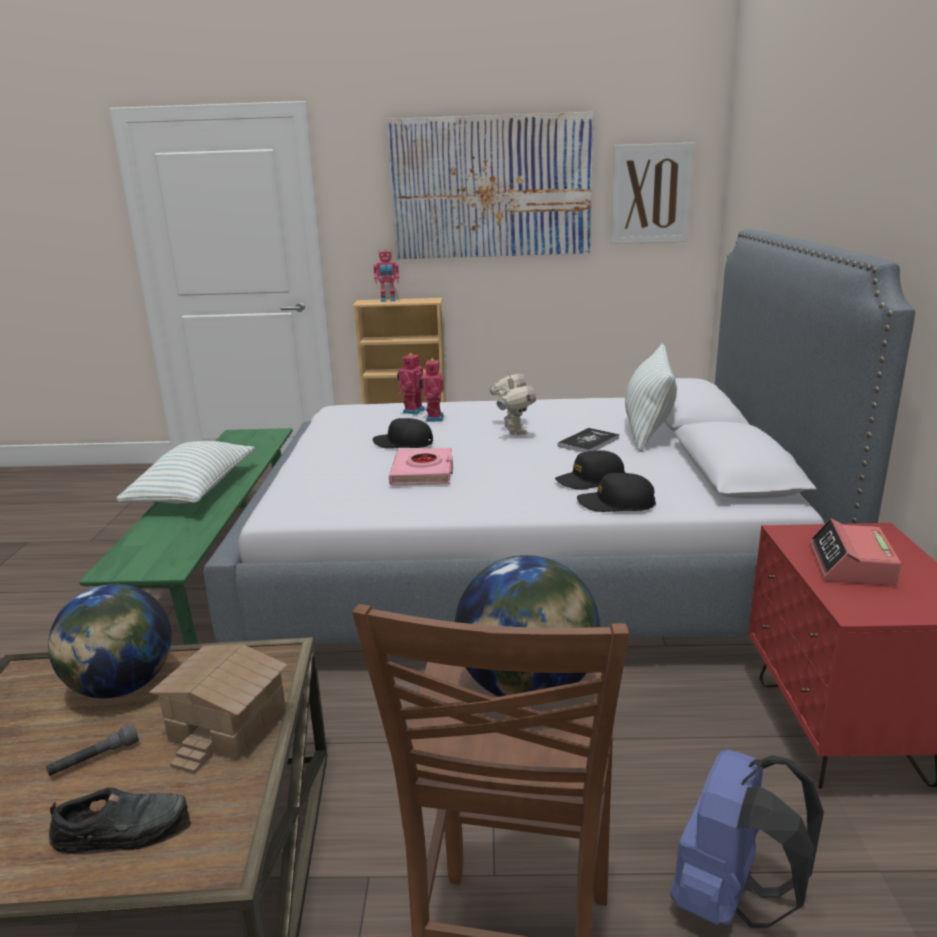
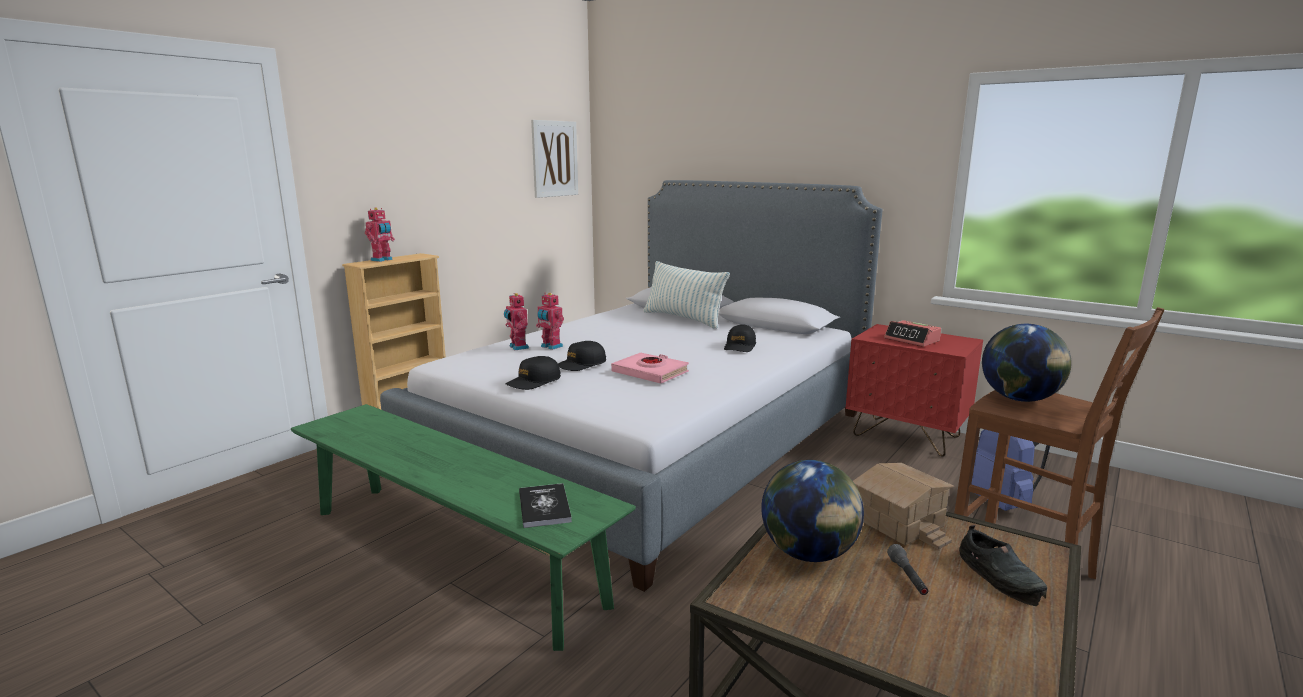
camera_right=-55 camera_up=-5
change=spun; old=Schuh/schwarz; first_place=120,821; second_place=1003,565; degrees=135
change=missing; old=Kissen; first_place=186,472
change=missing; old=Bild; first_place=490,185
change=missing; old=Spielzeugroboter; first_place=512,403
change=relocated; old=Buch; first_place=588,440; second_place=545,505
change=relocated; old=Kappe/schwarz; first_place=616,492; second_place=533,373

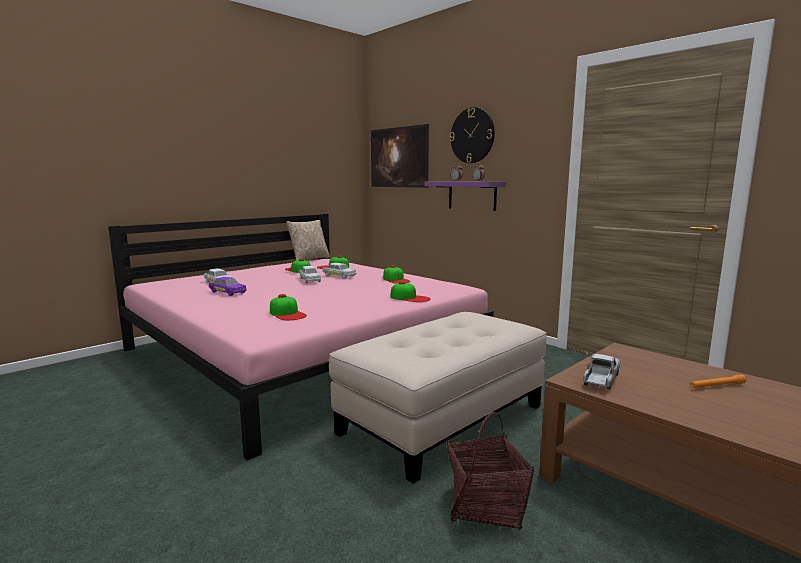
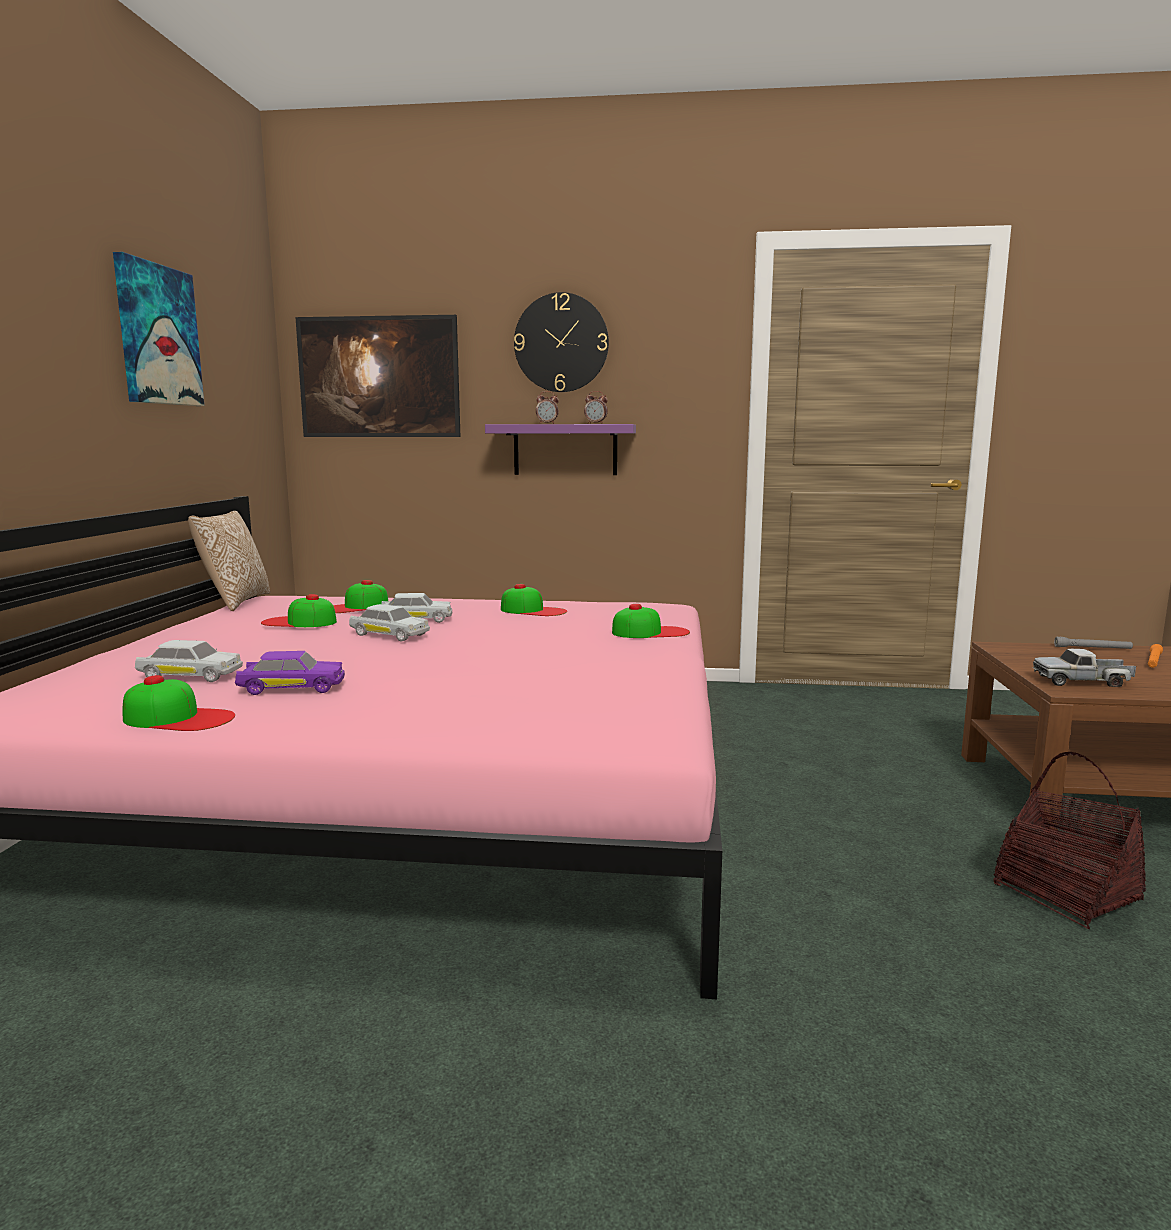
camera_right=-40 camera_up=0
change=relocated; old=Kappe; first_place=288,307; second_place=178,703
change=missing; old=Polsterhocker/beige; first_place=437,398
change=spun; old=Spielzeuglaster; first_place=601,372; second_place=1084,668; degrees=-75
change=appeared; new=Bild; second_place=158,329
change=appeared; new=Taschenlampe/grau; second_place=1093,643

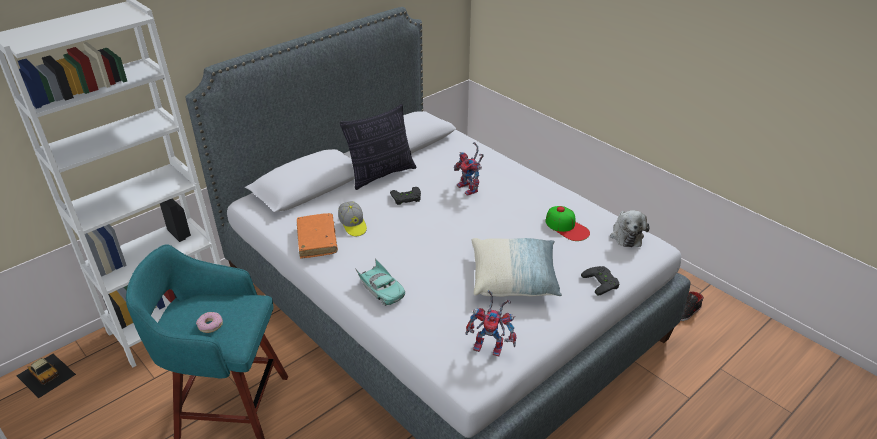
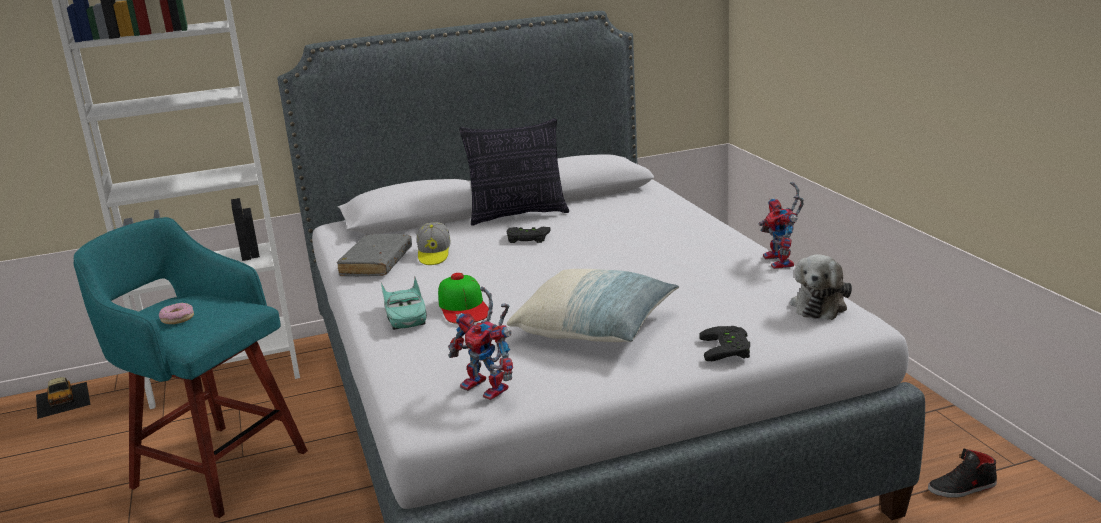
camera_right=25 camera_up=-15
change=colour; old=Buch/orange; new=Buch/grau; first_place=317,236; second_place=374,255
change=relocated; old=Spielzeugroboter; first_place=469,169; second_place=781,225
change=relocated; old=Kappe; first_place=568,223; second_place=463,298

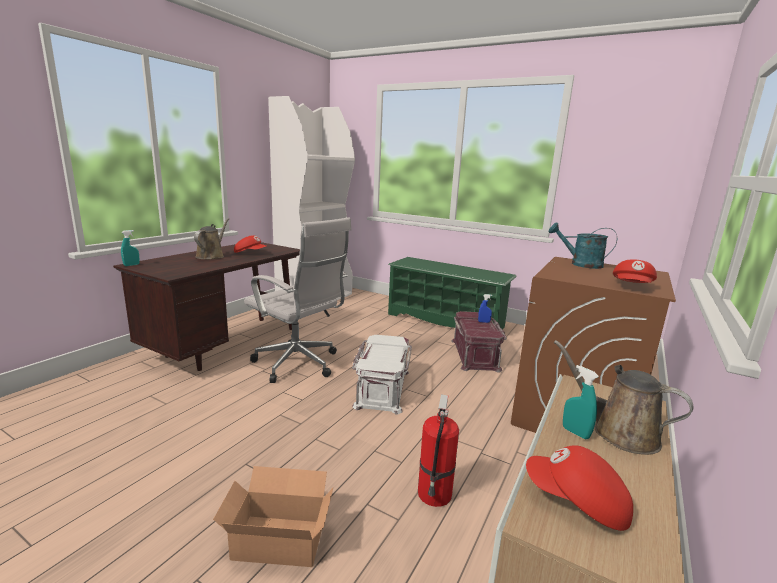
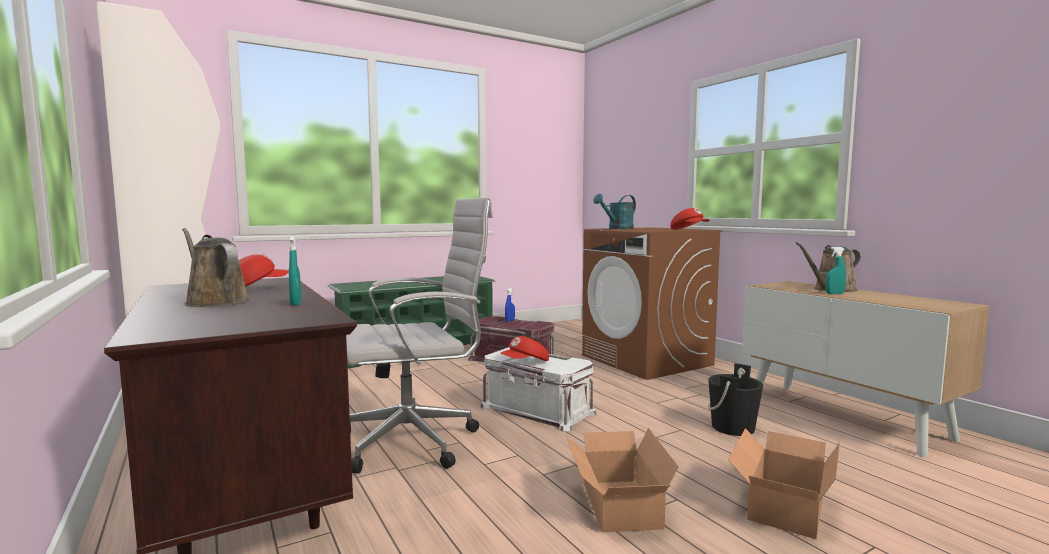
camera_right=-60 camera_up=-10
change=relocated; old=Sprühflasche/türkis; first_place=130,248; second_place=295,270
change=exchanged; old=Feuerlöscher; new=Eimer/schwarz; first_place=438,450; second_place=735,399
change=relocated; old=Kappe/rot; first_place=579,488; second_place=525,348
change=appeared; new=Karton; second_place=622,480

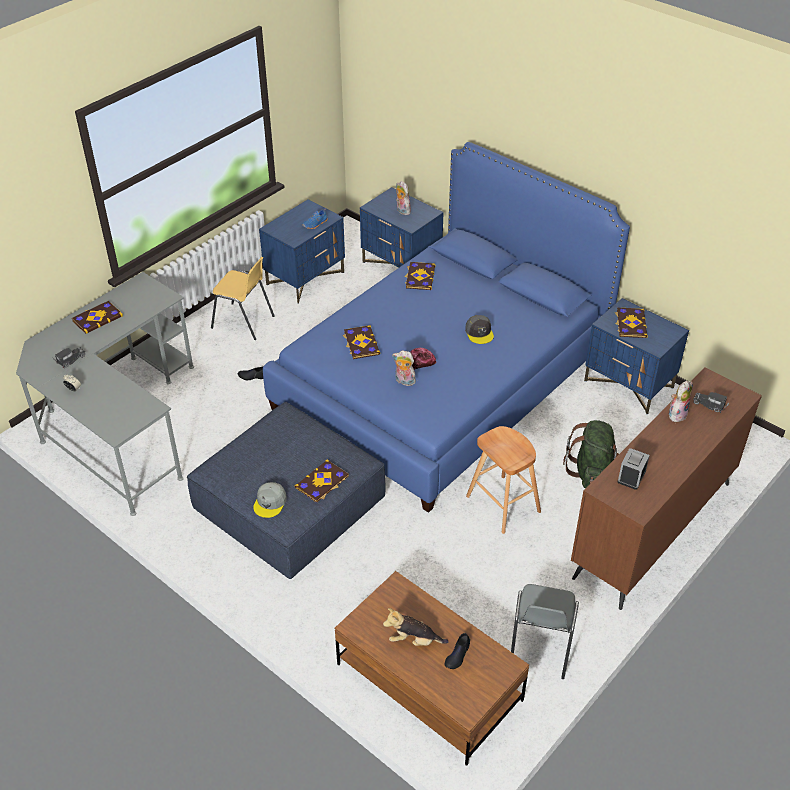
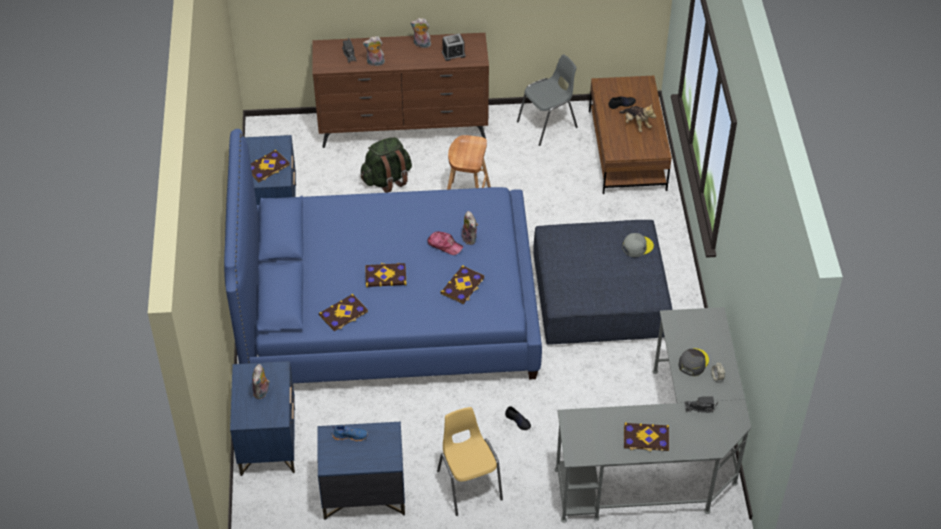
camera_right=-135 camera_up=5
change=relocated; old=Buch; first_place=322,481; second_place=386,275
change=relocated; old=Kappe/grau; first_place=479,329; second_place=693,362
change=appeared; new=Plüschtier; second_place=420,33

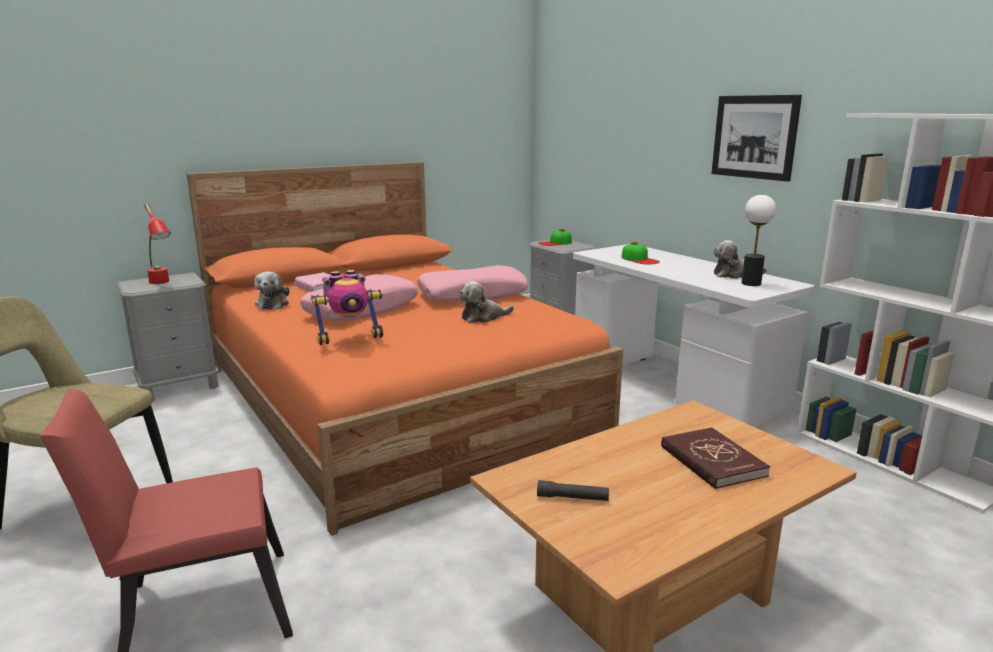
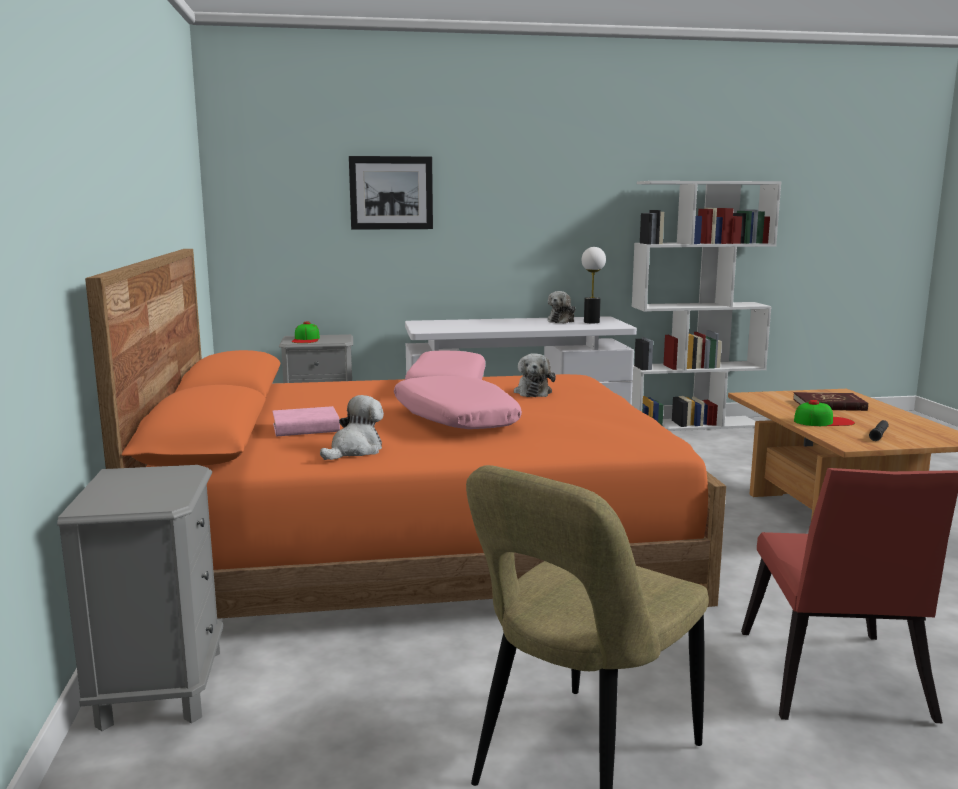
camera_right=-65 camera_up=-5
change=missing; old=Tischlampe/rot; first_place=157,244
change=spun; old=Plüschtier; first_place=271,291; second_place=352,427; degrees=-75
change=missing; old=Spielzeugroboter; first_place=347,307
change=relocated; old=Kappe; first_place=640,253; second_place=824,413
change=relocated; old=Bild; first_place=756,138; second_place=391,193

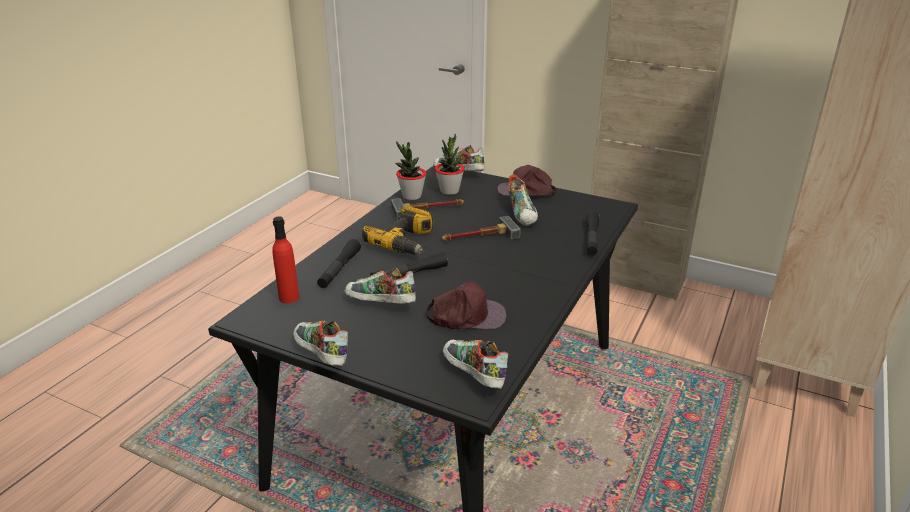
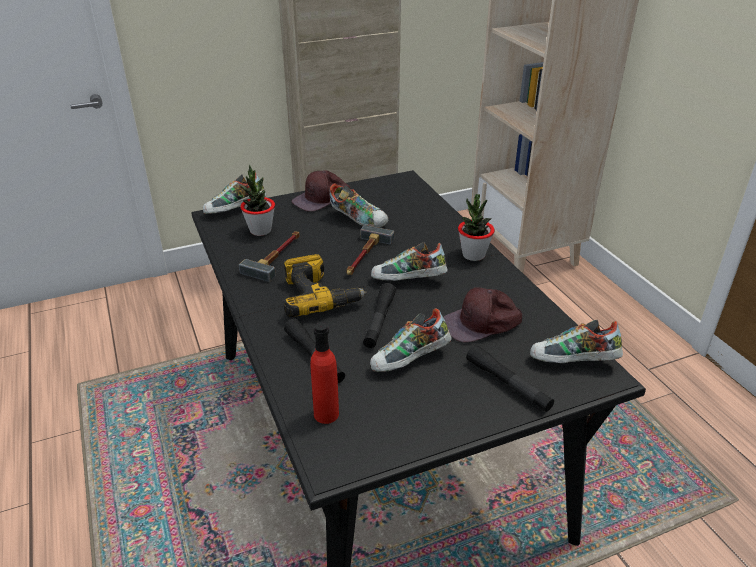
camera_right=-50 camera_up=5
change=relocated; old=Schuh; first_place=320,343; second_place=409,261
change=relocated; old=Topfpflanze; first_place=410,170; second_place=476,227
change=spun; old=Kappe/braun; first_place=466,305; second_place=482,314; degrees=-150
change=relocated; old=Taschenlampe/schwarz; first_place=592,234; second_place=510,378

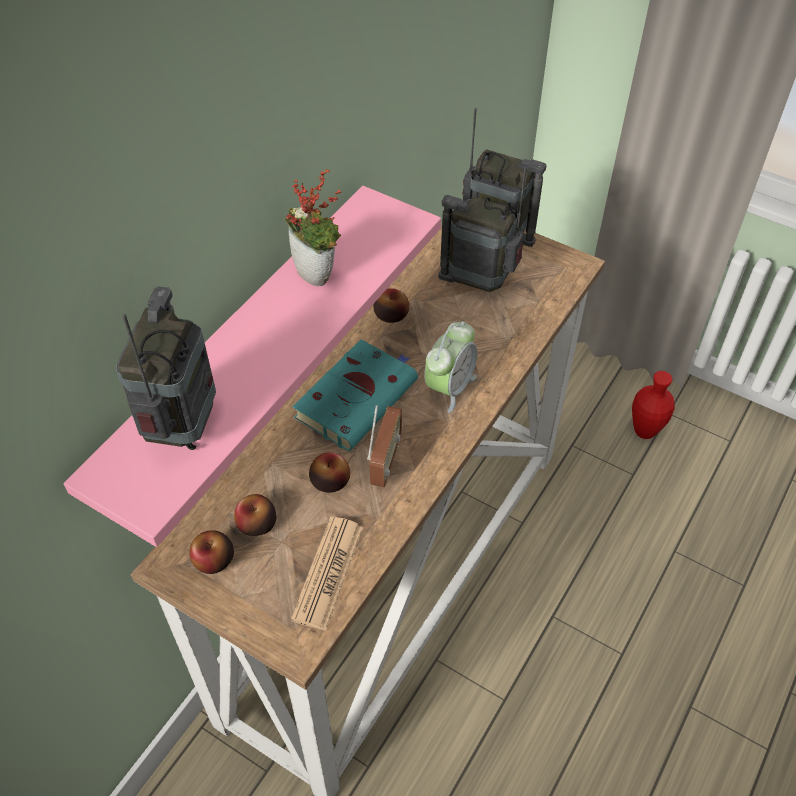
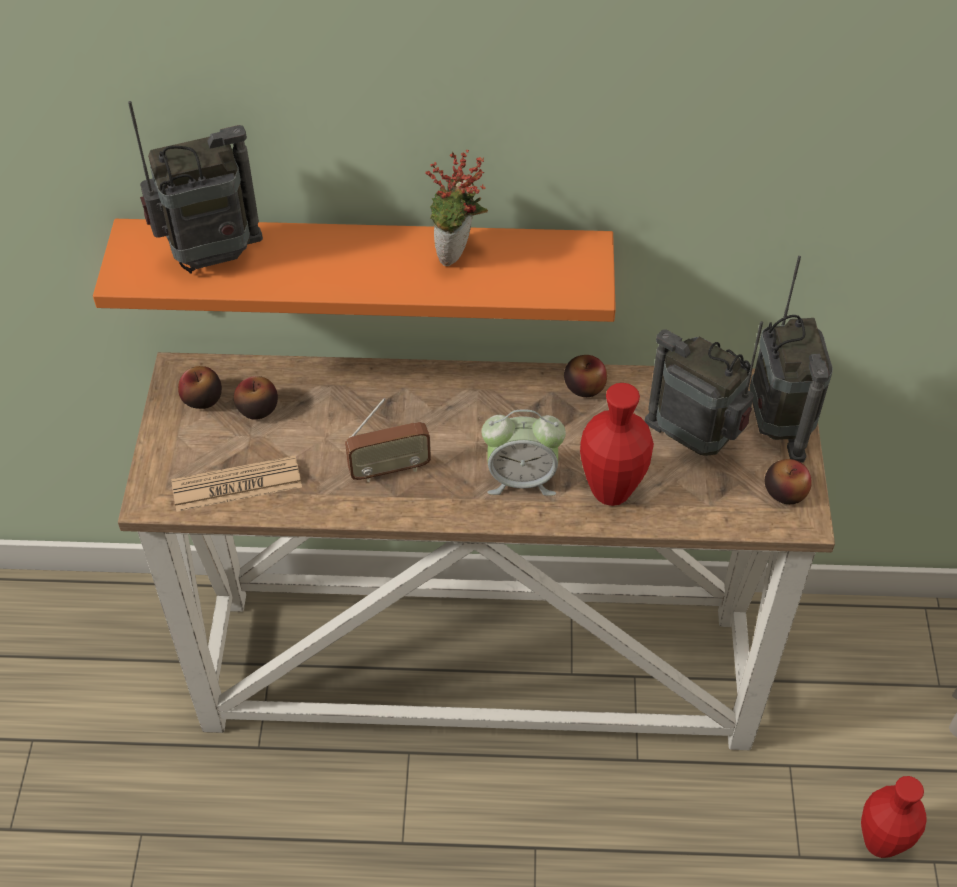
camera_right=60 camera_up=0
change=colour; old=Wandregal/rosa; new=Wandregal/orange; first_place=252,366; second_place=354,270
change=missing; old=Buch/türkis; first_place=355,395
change=relocated; old=Apfel; first_place=329,473; second_place=788,481
change=spun; old=Radio; first_place=482,229; second_place=704,388; degrees=-45
change=appeared; new=Vase/rot; second_place=617,444

